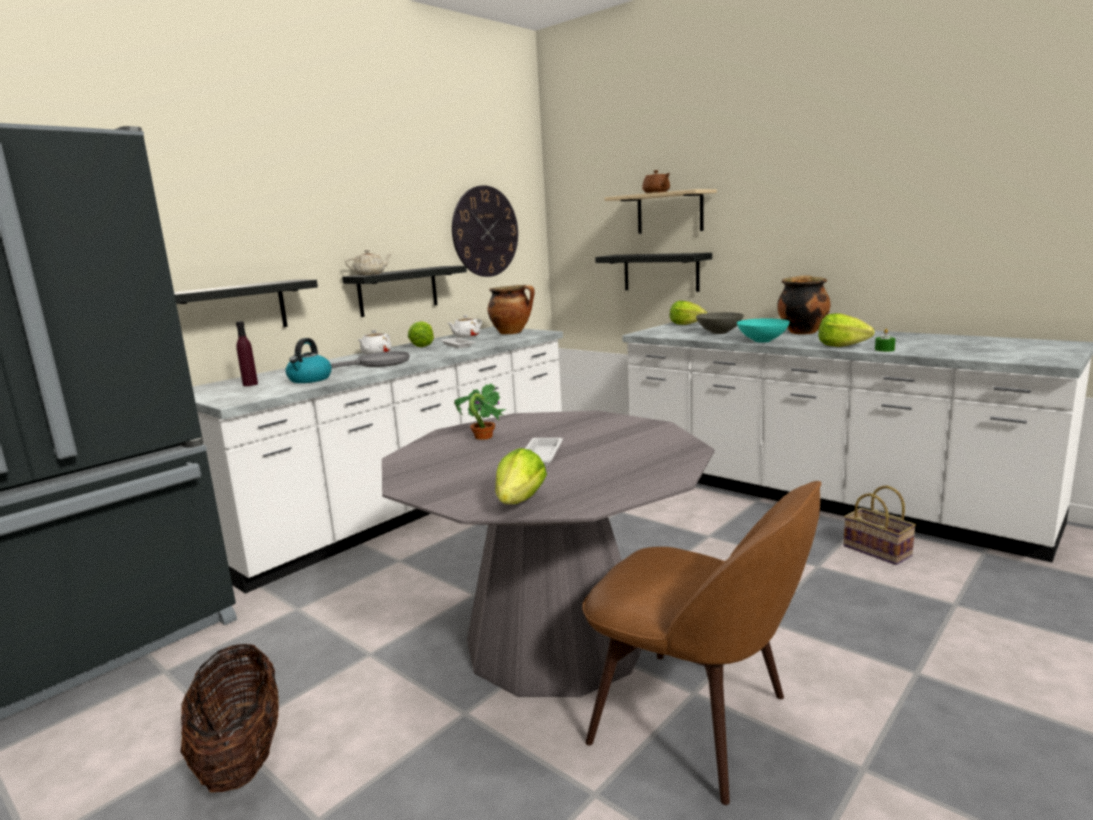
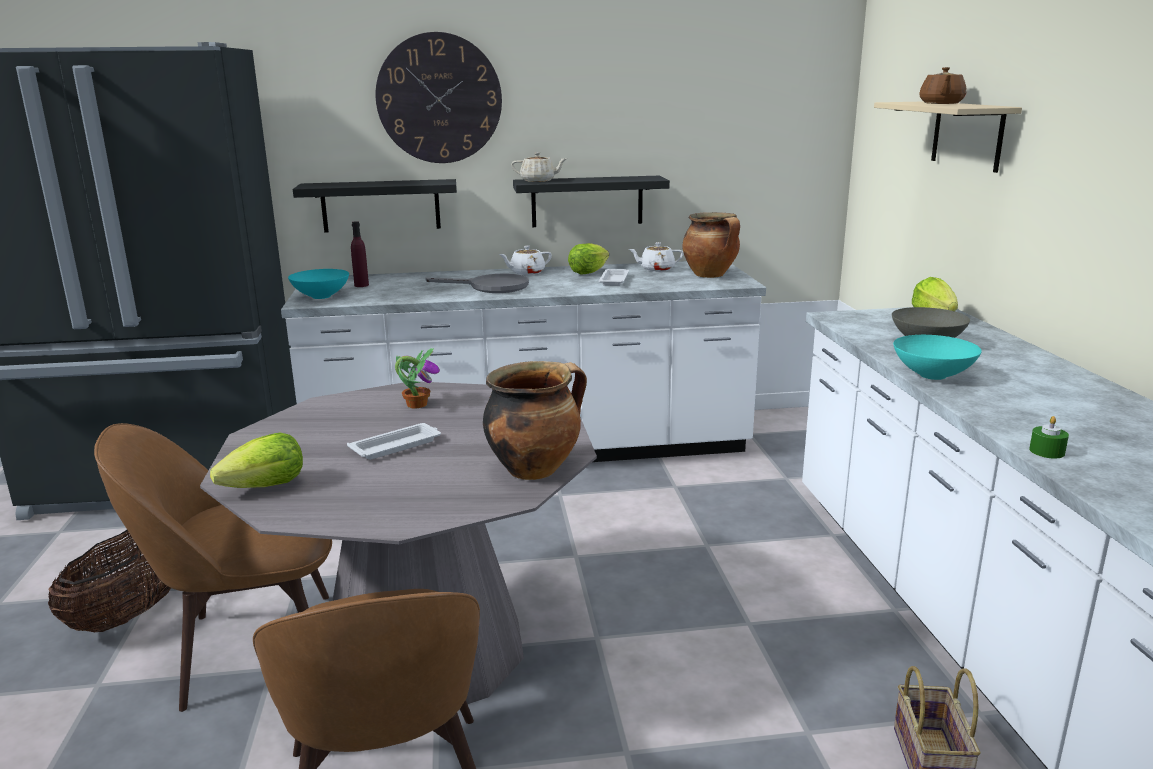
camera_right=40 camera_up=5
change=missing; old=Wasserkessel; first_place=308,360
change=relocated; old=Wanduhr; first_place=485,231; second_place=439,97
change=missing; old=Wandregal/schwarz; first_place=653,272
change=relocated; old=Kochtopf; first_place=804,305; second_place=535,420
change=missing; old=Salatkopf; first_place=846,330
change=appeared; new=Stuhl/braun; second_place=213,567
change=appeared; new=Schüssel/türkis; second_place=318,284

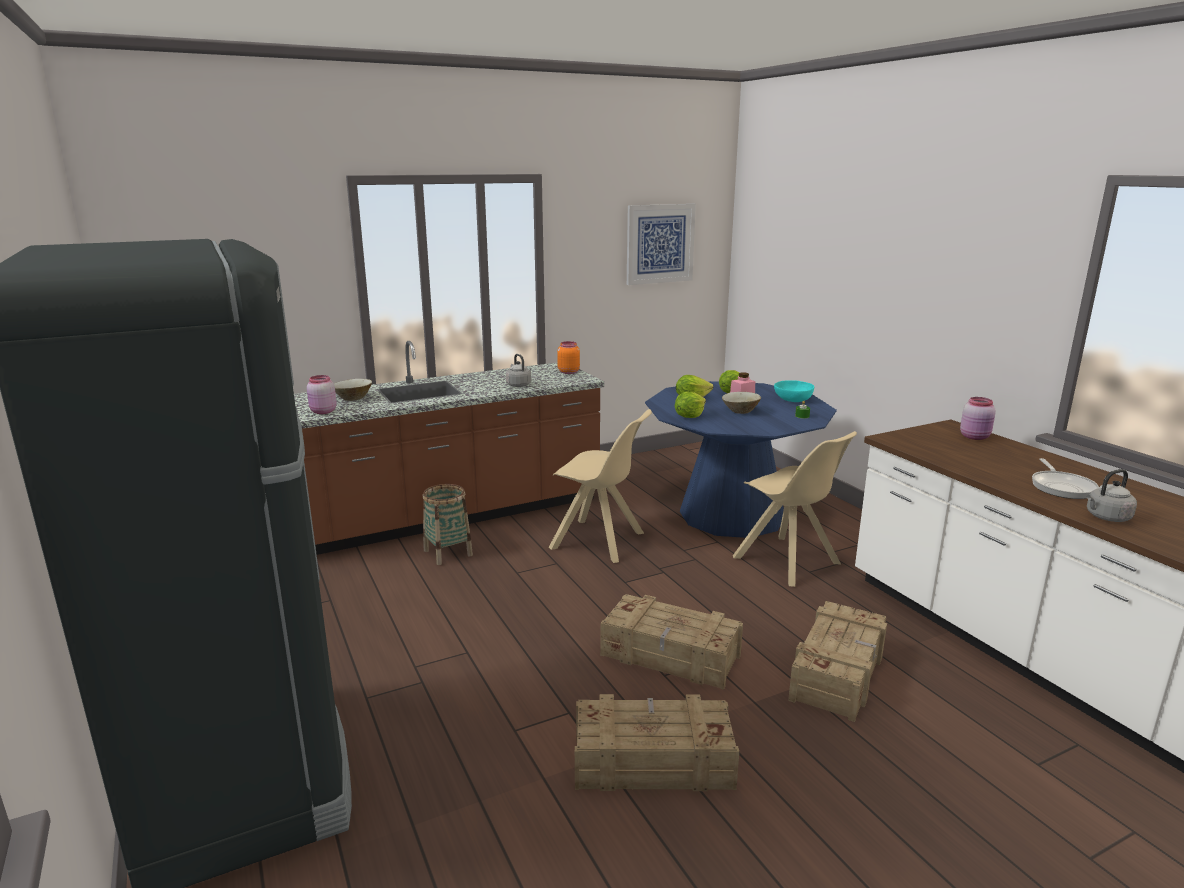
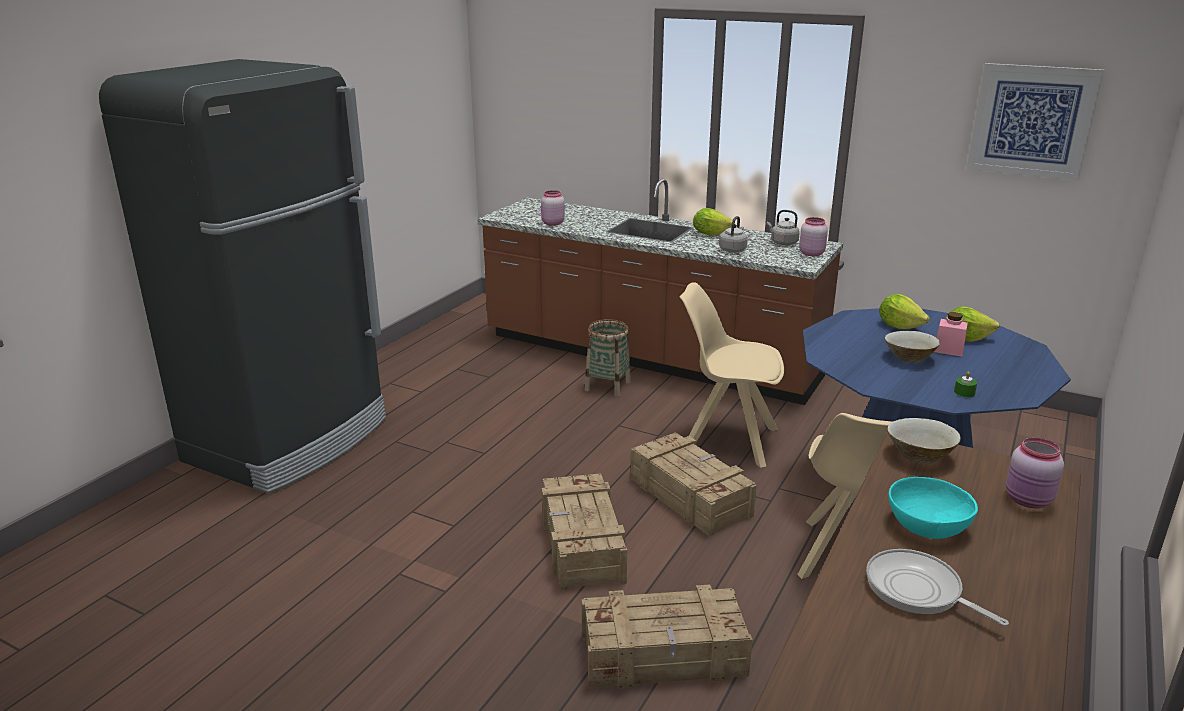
camera_right=55 camera_up=5
change=relocated; old=Schüssel/beige; first_place=353,390; second_place=924,441
change=spun; old=Stuhl/beige; first_place=600,486; second_place=732,375; degrees=120
change=colour; old=Vorratsglas/orange; new=Vorratsglas/rosa; first_place=568,357; second_place=813,236
change=relocated; old=Kiste; first_place=657,742; second_place=693,484
change=relocated; old=Salatkopf; first_place=690,405; second_place=713,222
change=relocated; old=Schüssel/türkis; first_place=794,391; second_place=933,508
change=spun; old=Pfanne; first_place=1065,478; second_place=937,587; degrees=75
change=relocated; old=Wasserkessel/grau; first_place=1112,495; second_place=783,227

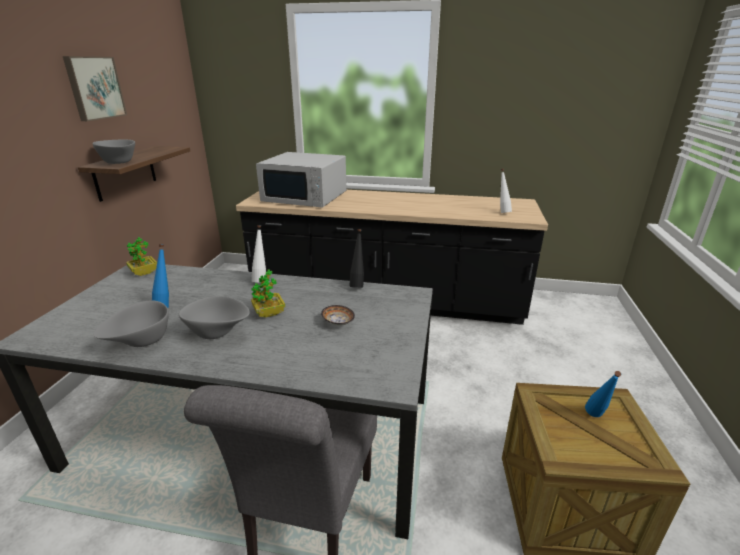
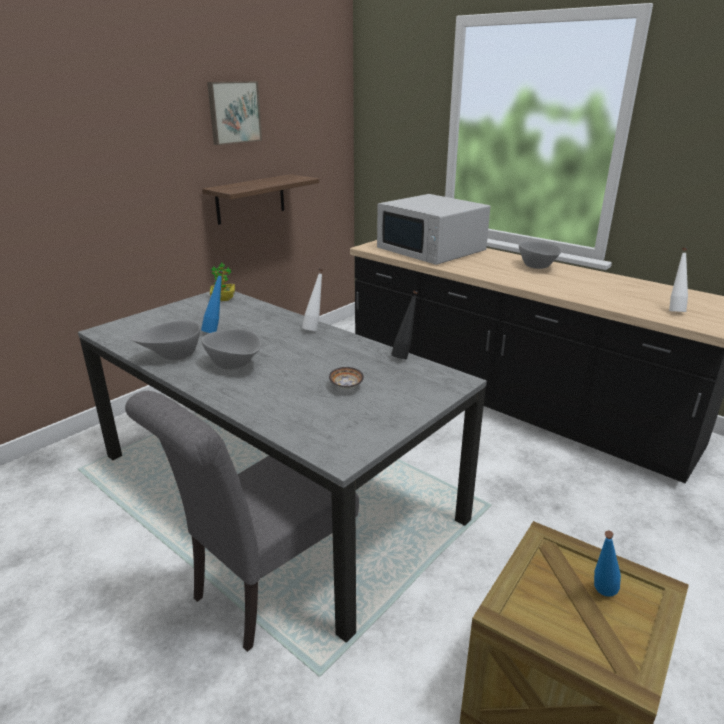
camera_right=30 camera_up=0
change=relocated; old=Schüssel/grau; first_place=114,152; second_place=540,255
change=missing; old=Topfpflanze; first_place=268,293

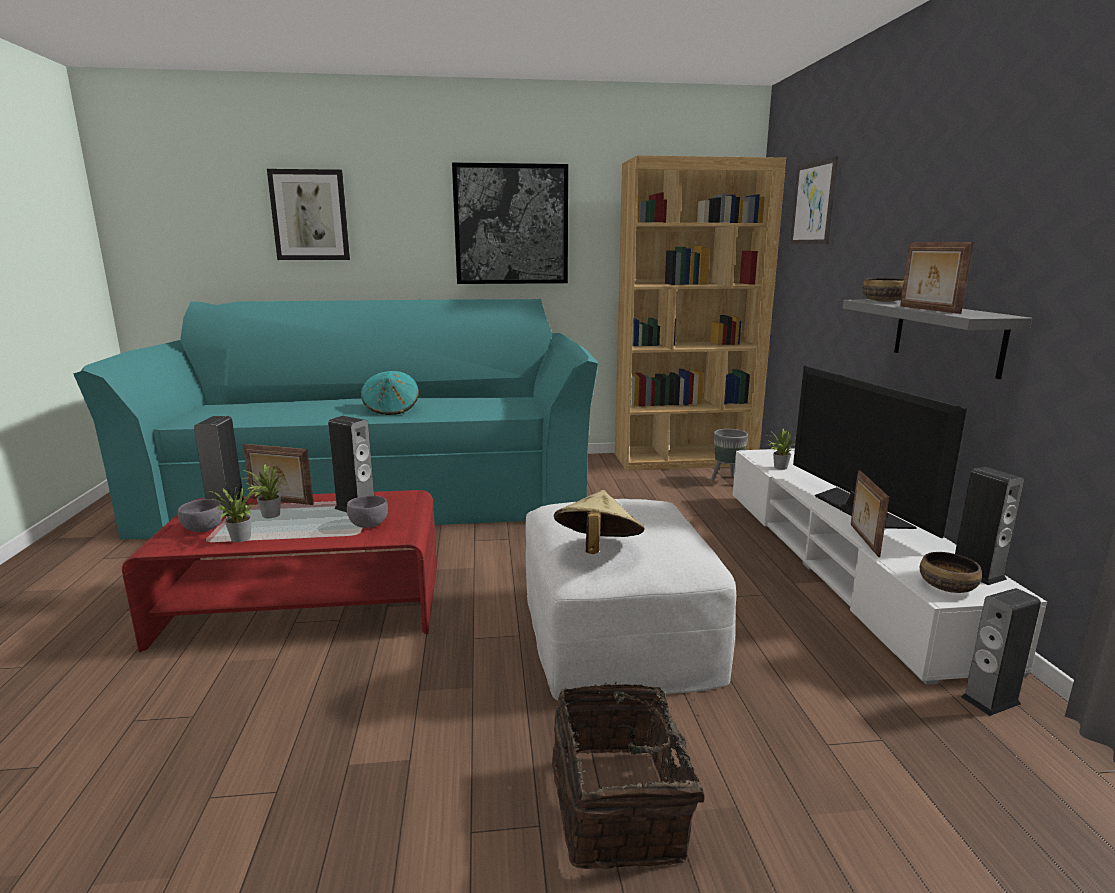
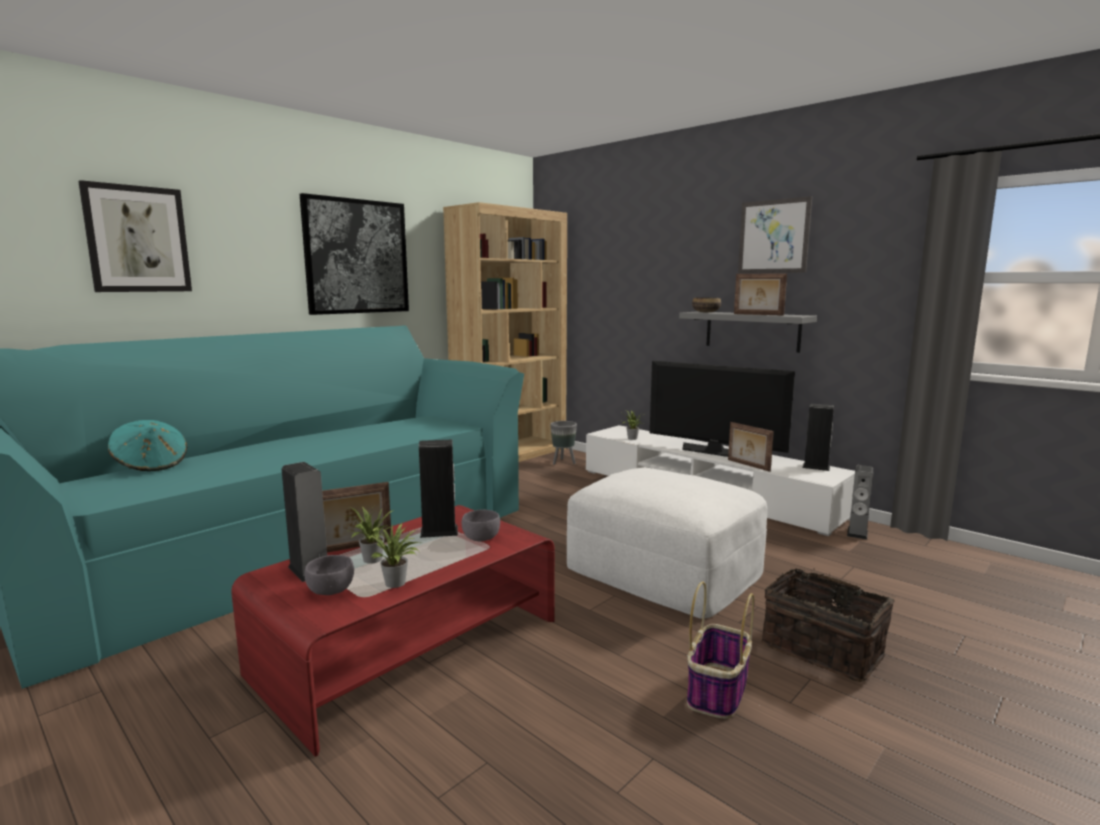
camera_right=-40 camera_up=-5
change=relocated; old=Hut/türkis; first_place=389,393; second_place=147,445
change=missing; old=Hut/beige; first_place=599,522
change=relocated; old=Bild; first_place=814,200; second_place=775,234
change=missing; old=Schüssel; first_place=951,572
change=appeared; new=Korb; second_place=721,650

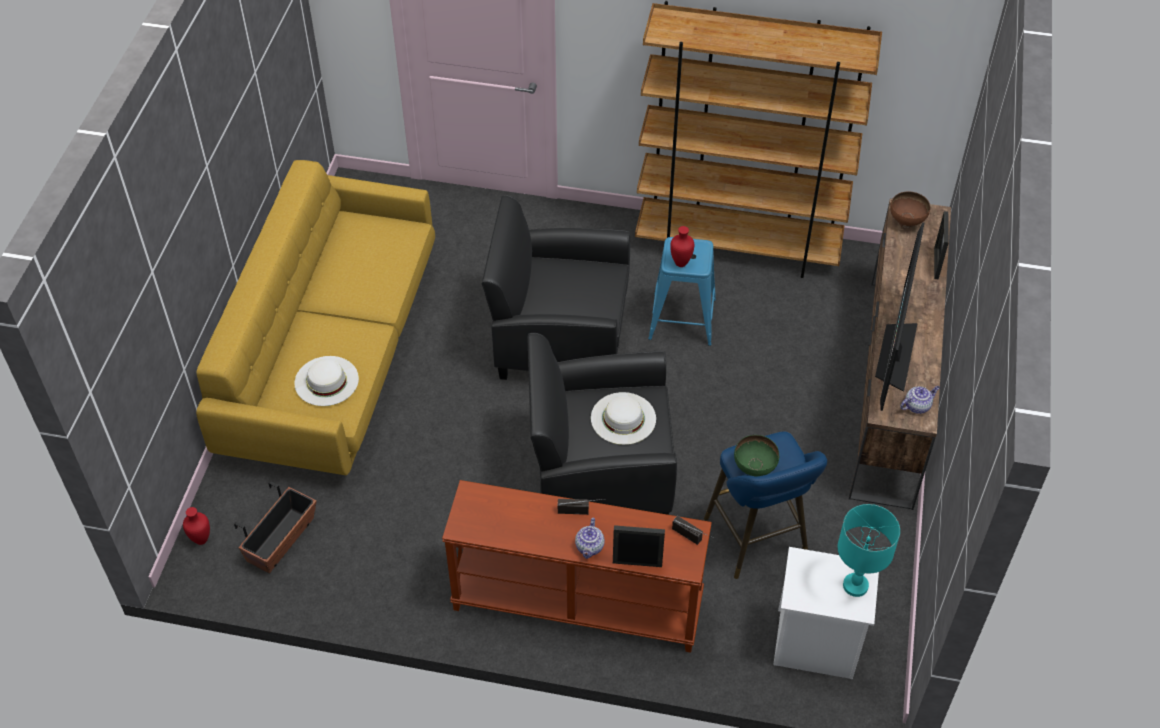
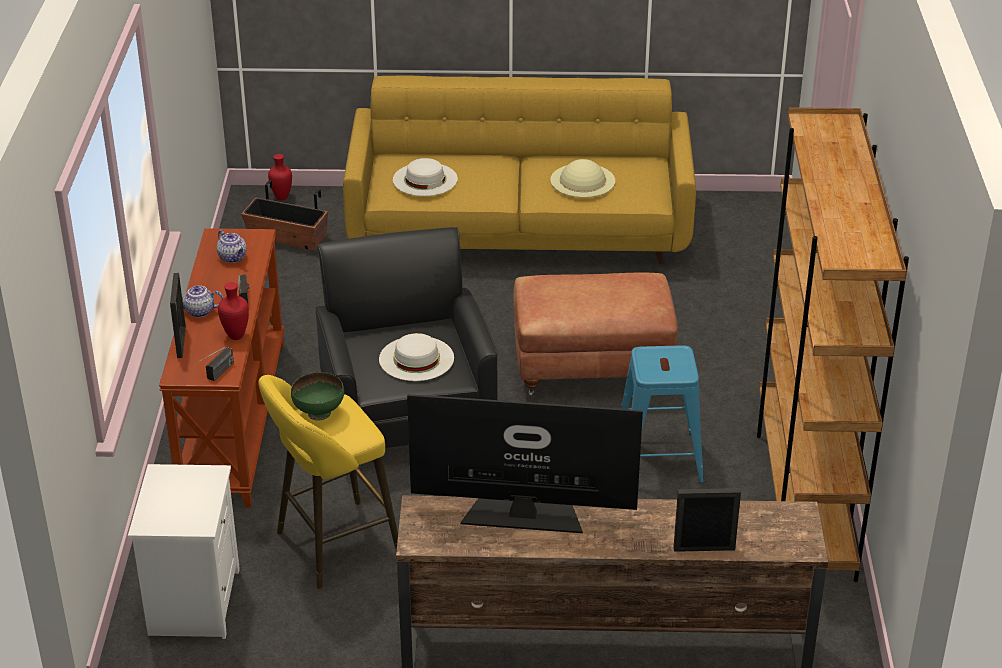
camera_right=80 camera_up=-15
change=exchanged; old=Sessel/schwarz; new=Polsterhocker/braun; first_place=556,287; second_place=595,335
change=relocated; old=Vase/rot; first_place=682,246; second_place=233,311
change=colour; old=Hocker/blau; new=Hocker/gelb; first_place=765,505; second_place=328,482
change=missing; old=Tischlampe/türkis; first_place=868,550
change=missing; old=Schüssel/braun; first_place=910,209
change=relocated; old=Teekanne; first_place=920,400; second_place=232,246
change=appeared; new=Hut/beige; second_place=582,178

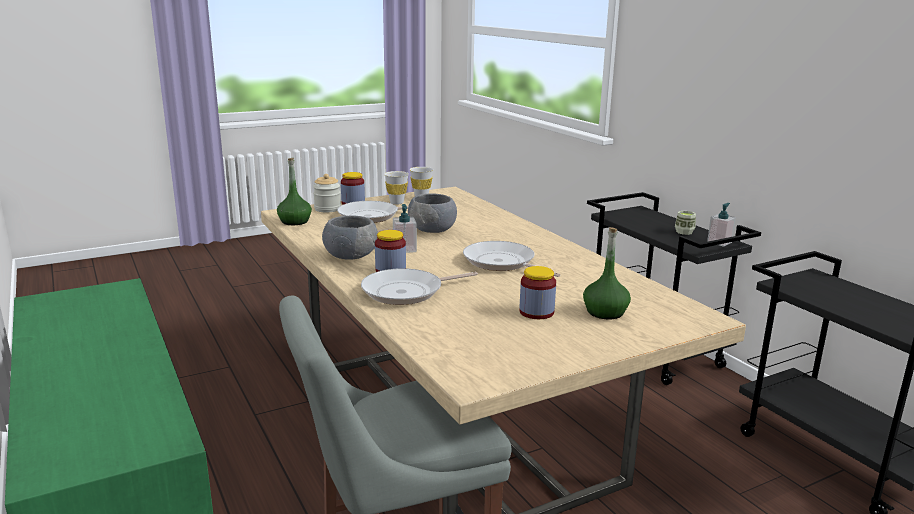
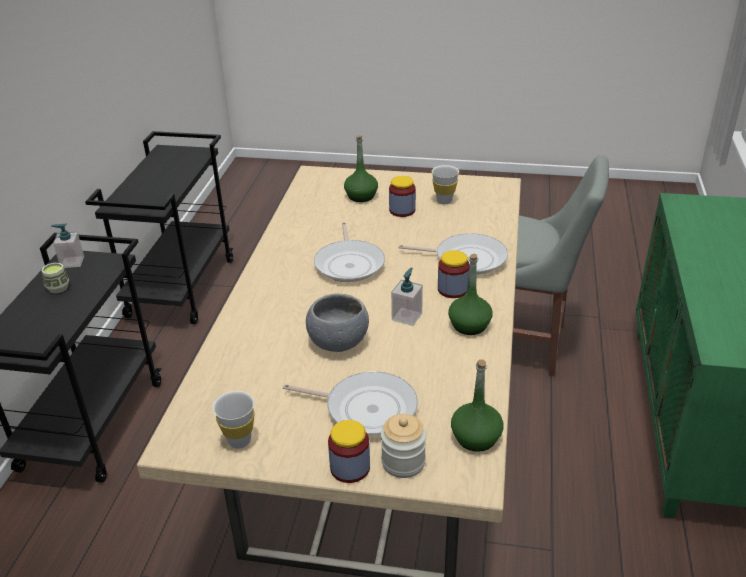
camera_right=-140 camera_up=15
change=exchanged; old=Schüssel/grau; new=Flasche/grün; first_place=350,238; second_place=470,294
change=relocated; old=Tasse/weiß; first_place=396,188; second_place=445,184

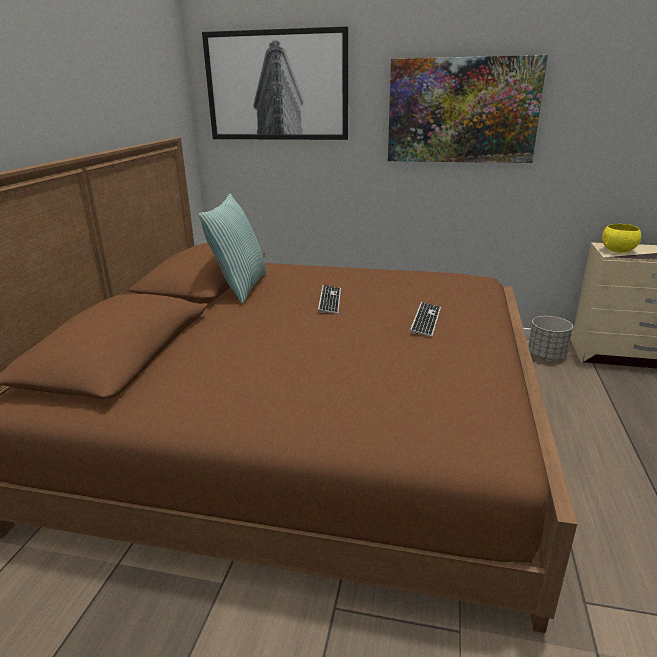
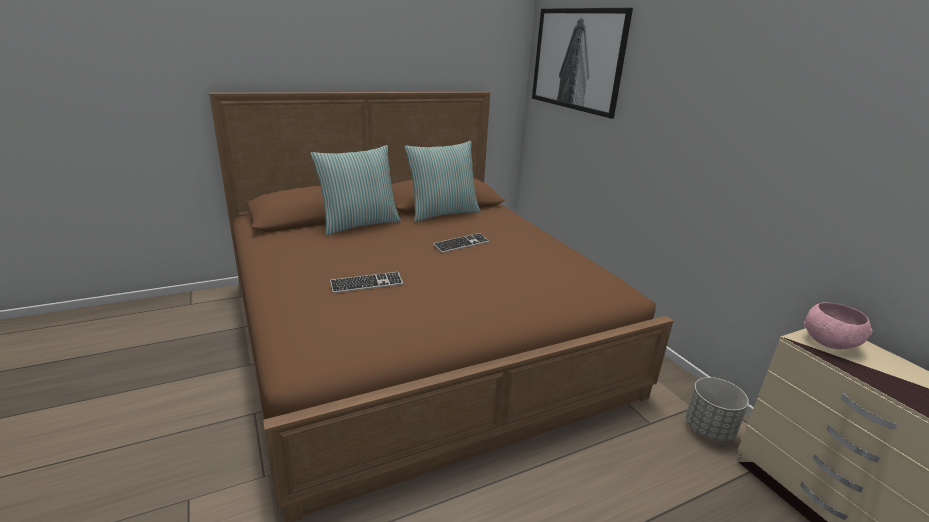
camera_right=50 camera_up=0
change=missing; old=Bild; first_place=468,109
change=relocated; old=Tastatur; first_place=425,319; second_place=366,282
change=colour; old=Schüssel/gelb; new=Schüssel/rosa; first_place=621,238; second_place=838,326
change=appeared; new=Kissen; second_place=356,190

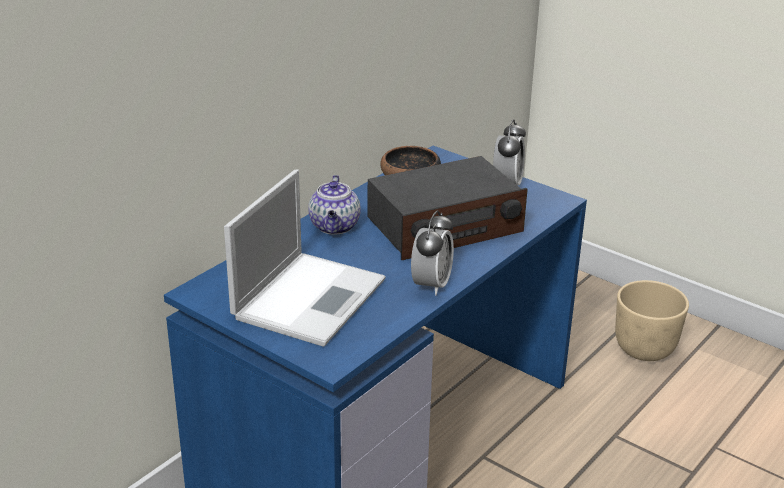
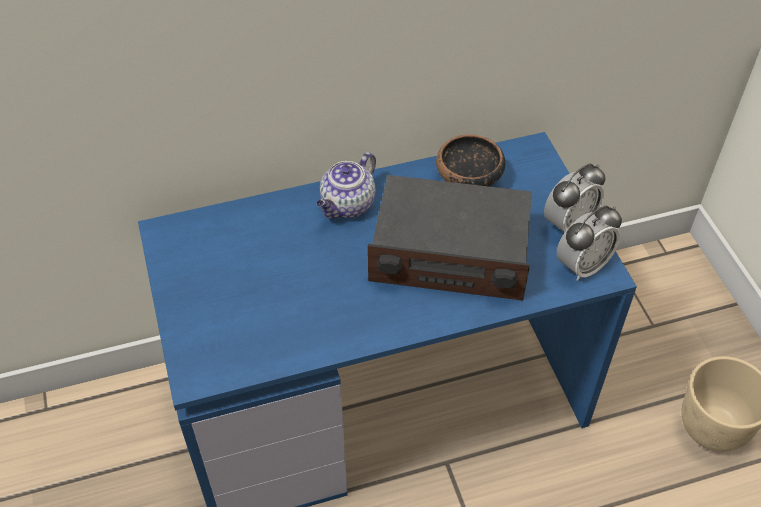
camera_right=35 camera_up=20
change=missing; old=Laptop; first_place=305,258
change=relocated; old=Wecker; first_place=432,252; second_place=589,243

